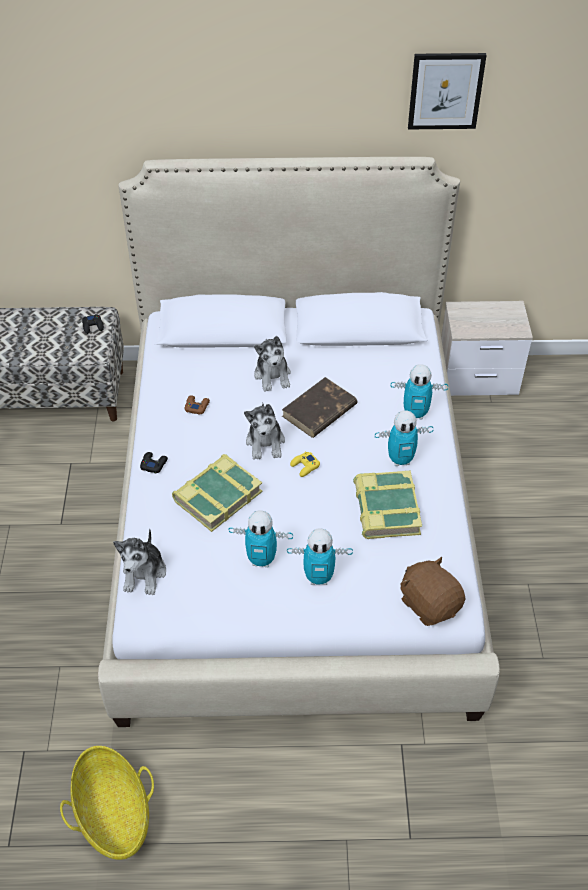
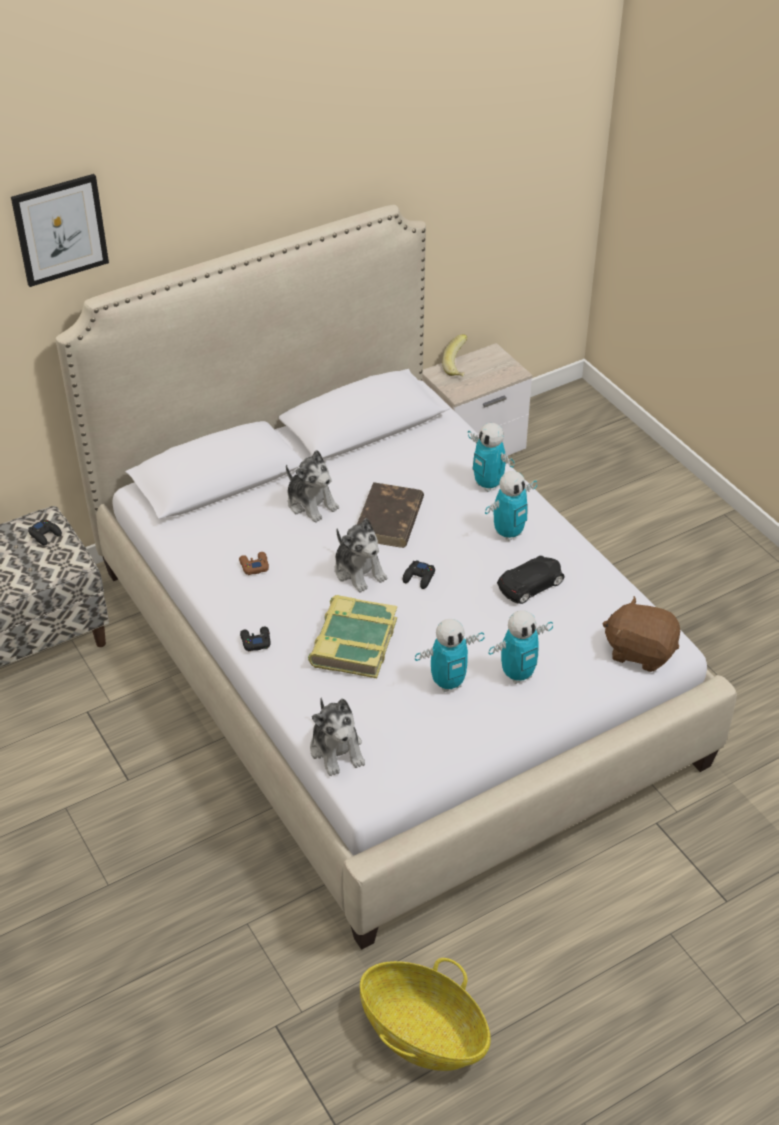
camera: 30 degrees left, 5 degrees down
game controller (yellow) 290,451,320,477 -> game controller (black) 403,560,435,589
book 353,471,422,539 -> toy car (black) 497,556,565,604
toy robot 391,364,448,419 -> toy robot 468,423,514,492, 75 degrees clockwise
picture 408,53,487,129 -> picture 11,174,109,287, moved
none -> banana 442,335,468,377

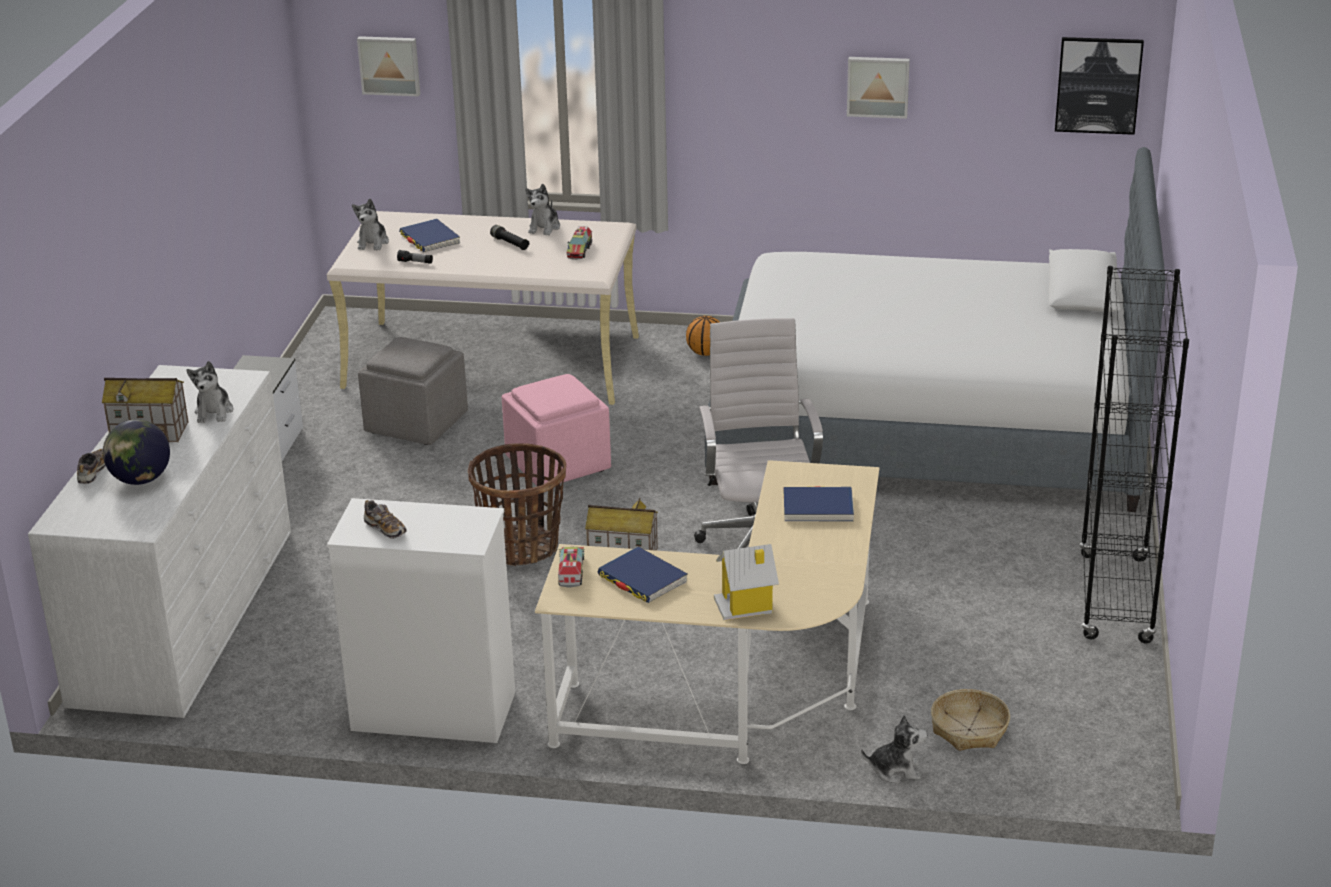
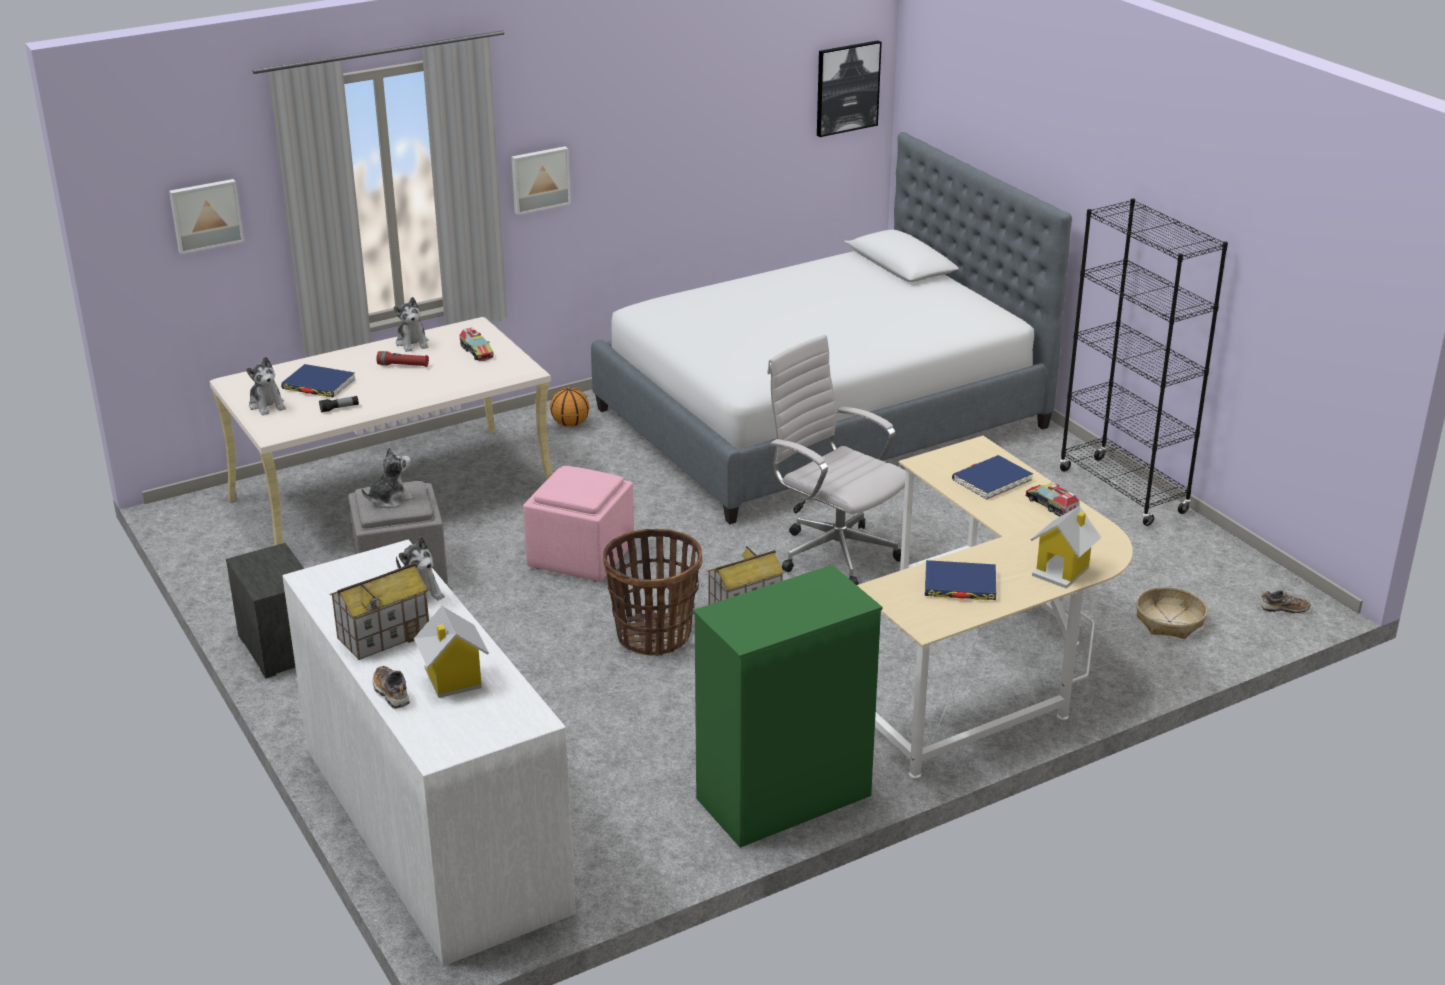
camera: 40 degrees left, 0 degrees up
globe 103,419,170,485 -> toy house 414,606,489,698
dresser (white) 327,498,515,743 -> dresser (green) 693,565,882,848
shoe 364,500,407,539 -> shoe 1260,590,1310,614, moved
flashlight (black) 490,225,529,250 -> flashlight (red) 376,351,429,367
toy truck 558,547,585,588 -> toy truck 1025,483,1080,517, moved
picture 847,57,910,119 -> picture 511,146,571,215, moved
plush toy 861,714,928,783 -> plush toy 362,447,414,508, moved

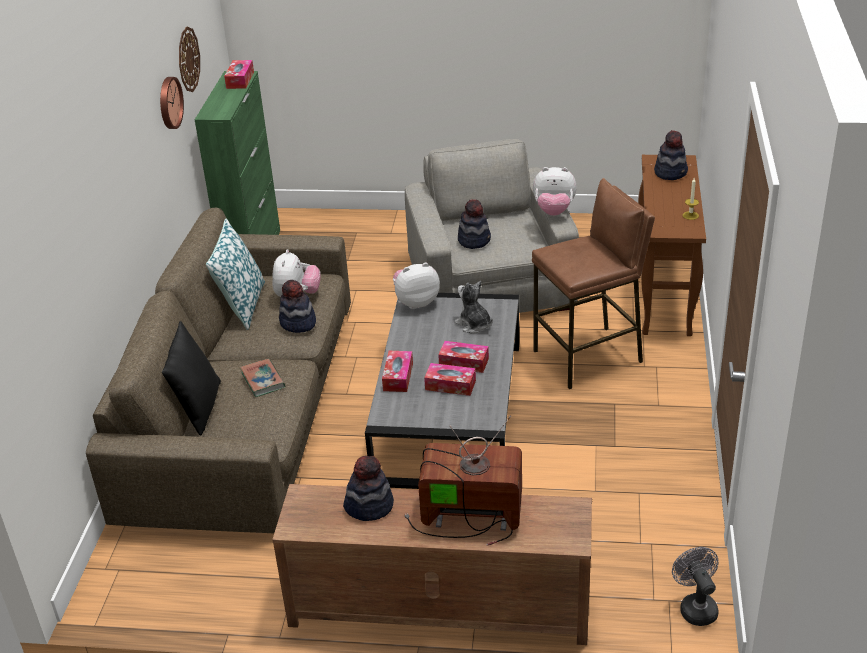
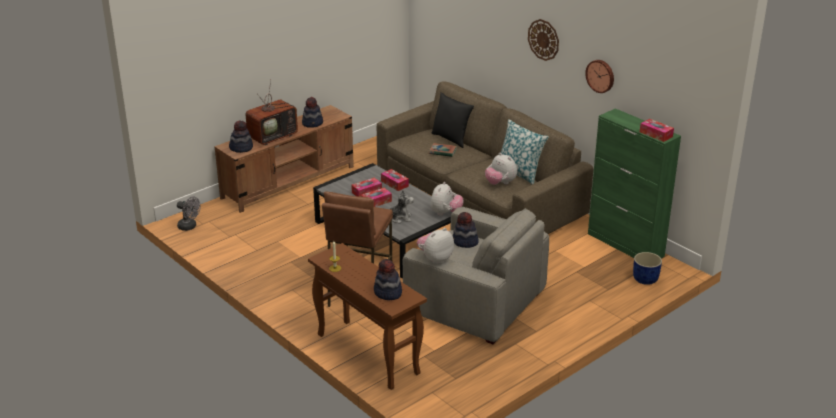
camera: 130 degrees right, 5 degrees down
wall clock 179,26,200,92 -> wall clock 528,19,559,61, moved
hat 279,280,316,333 -> hat 229,120,253,153, moved
none -> planter (blue) 633,252,662,285

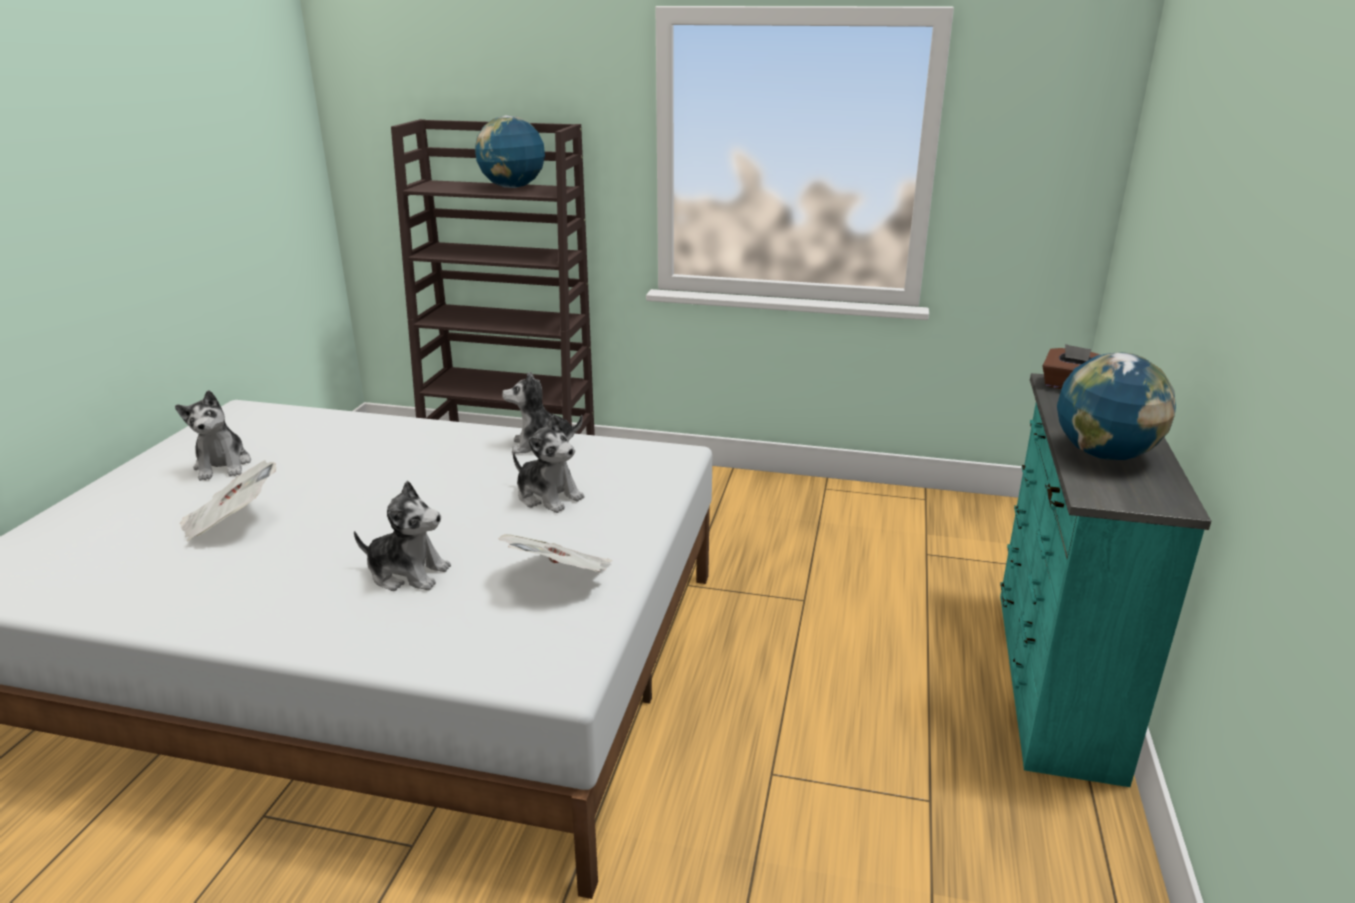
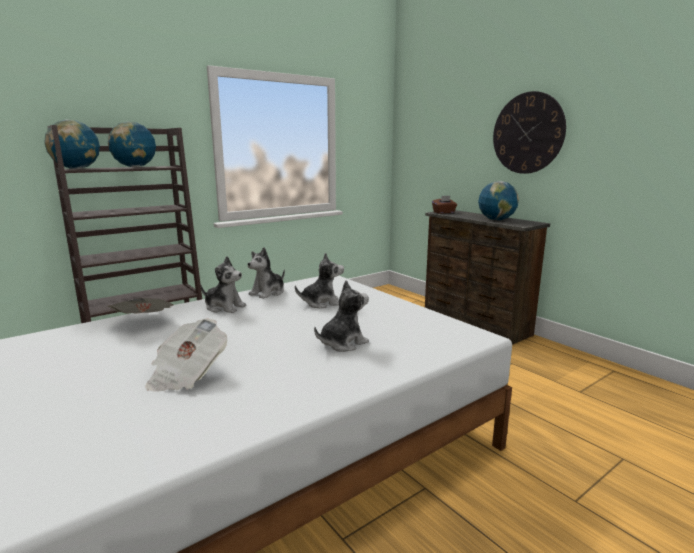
camera: 50 degrees left, 10 degrees down
plush toy 175,390,251,481 -> plush toy 200,257,246,313, moved
newspaper 498,534,612,572 -> newspaper 107,298,174,314, moved
dresser (turquoise) 1000,373,1211,787 -> dresser (brown) 425,210,550,345
none -> globe 44,120,100,169
none -> wall clock 493,91,566,174

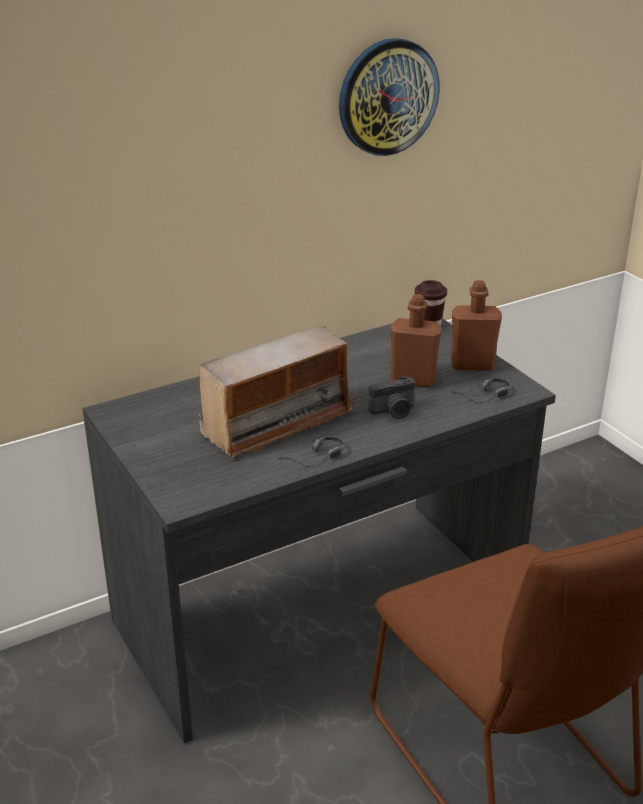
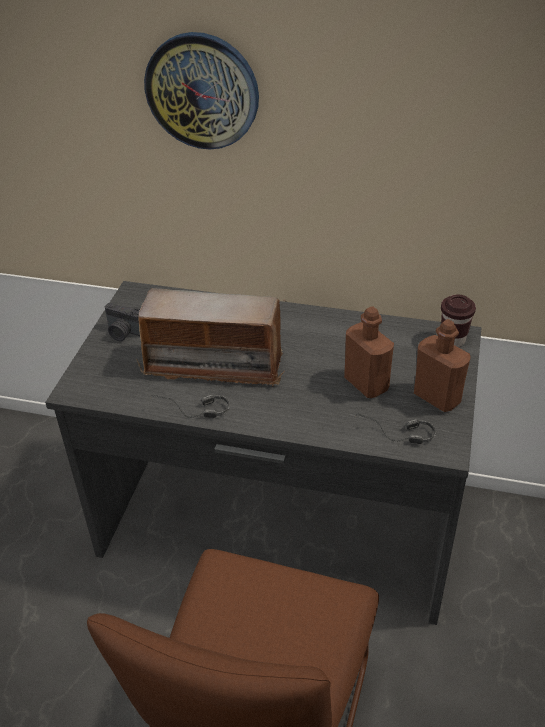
camera: 45 degrees right, 10 degrees up
wall clock 339,38,440,156 -> wall clock 144,32,259,149, moved
photo camera 369,376,415,419 -> photo camera 105,303,140,341, moved

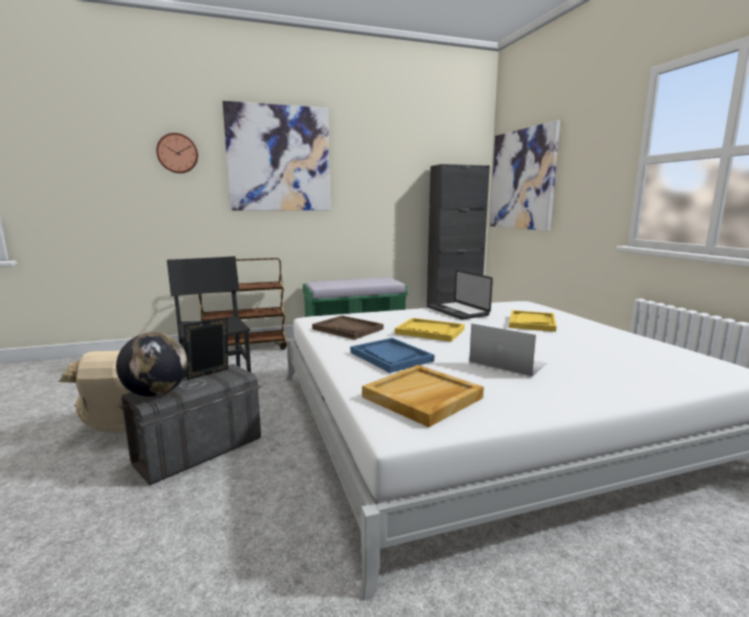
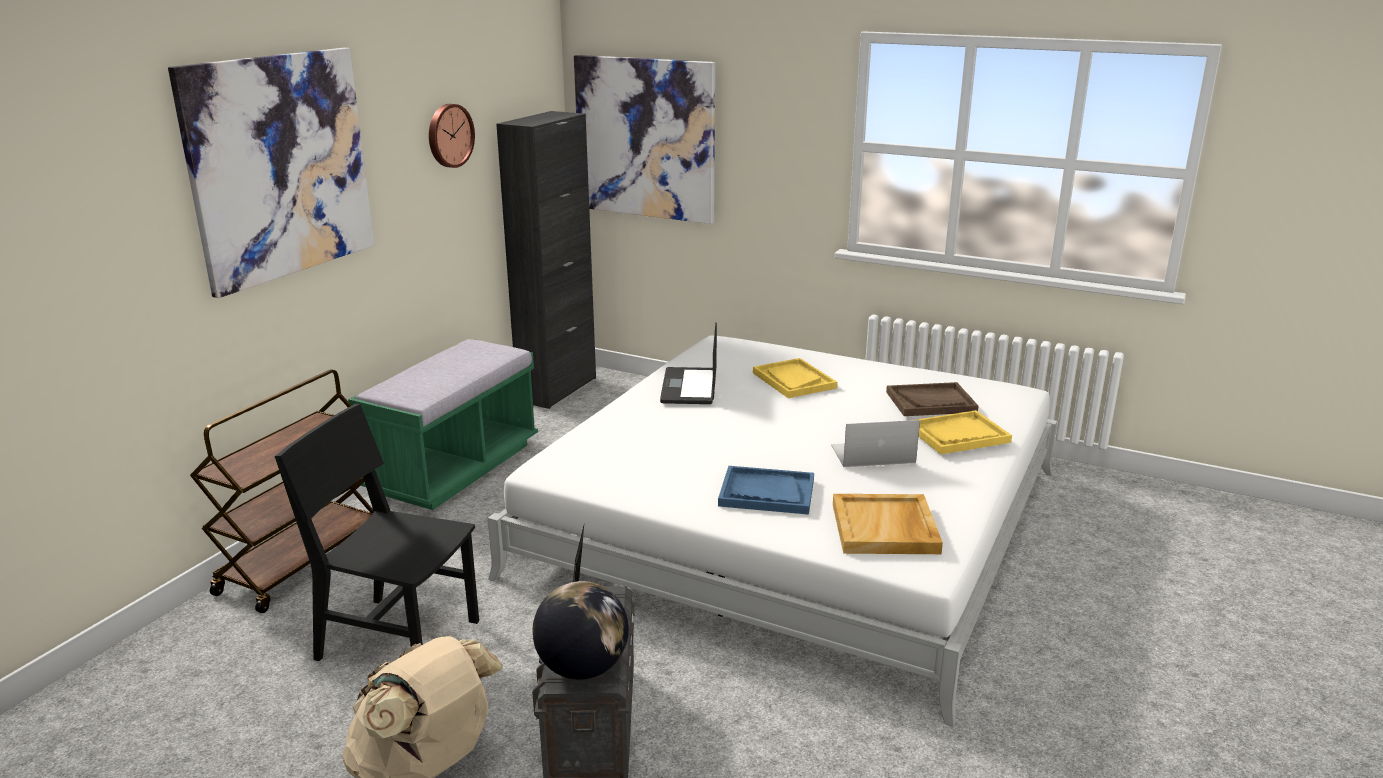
camera: 45 degrees left, 10 degrees up
wall clock 156,133,198,173 -> wall clock 429,104,475,168, moved
tray (brown) 312,316,383,340 -> tray (brown) 886,382,978,416, moved
tray (yellow) 395,318,465,342 -> tray (yellow) 916,410,1012,454, moved
laptop 428,270,493,320 -> laptop 660,323,717,404, 75 degrees clockwise

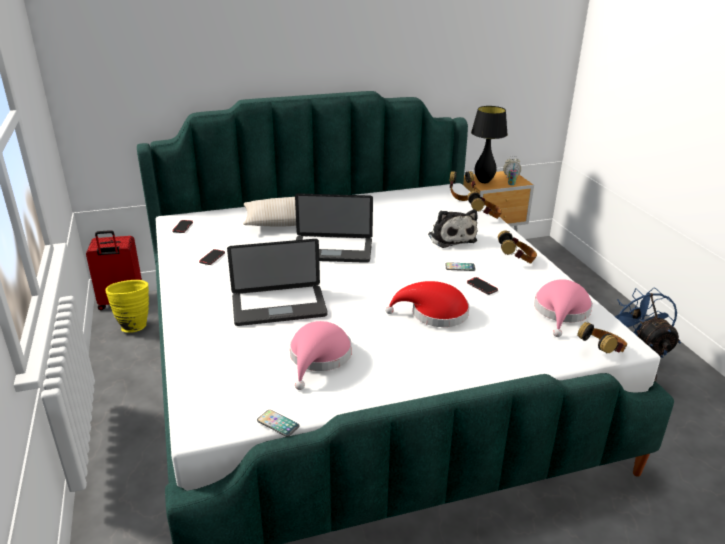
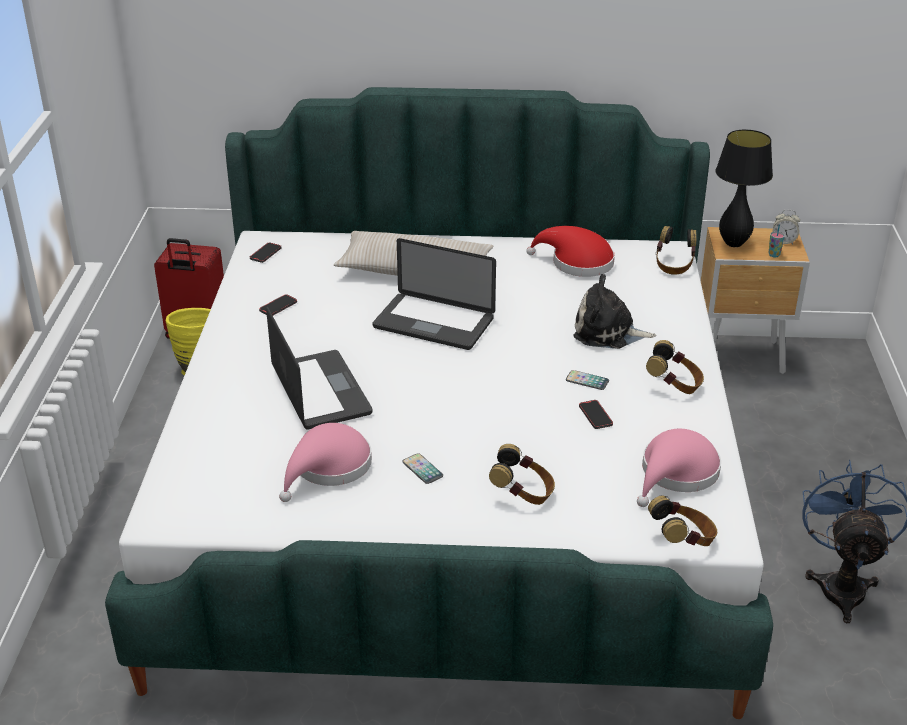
camera: 20 degrees right, 5 degrees up
laptop 227,239,328,326 -> laptop 266,307,373,430, 120 degrees counterclockwise
phone 257,410,300,437 -> phone 402,453,443,484, moved
hat (red) 385,281,469,327 -> hat (red) 526,226,615,277, moved
plush toy 428,209,478,248 -> plush toy 573,274,656,349, 105 degrees clockwise
headphones 467,191,502,219 -> headphones 489,444,555,505, moved

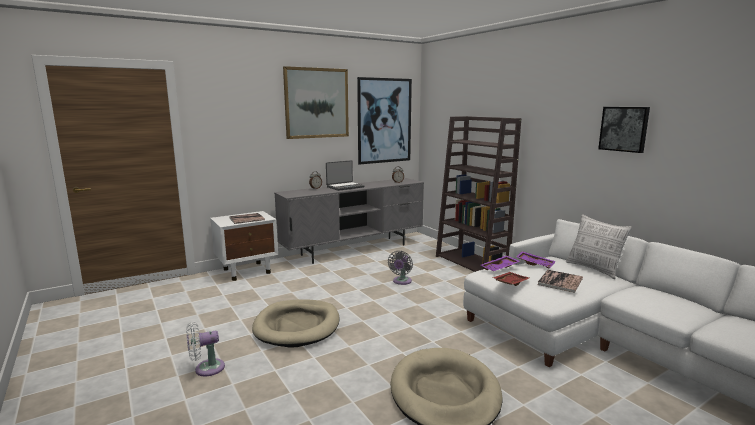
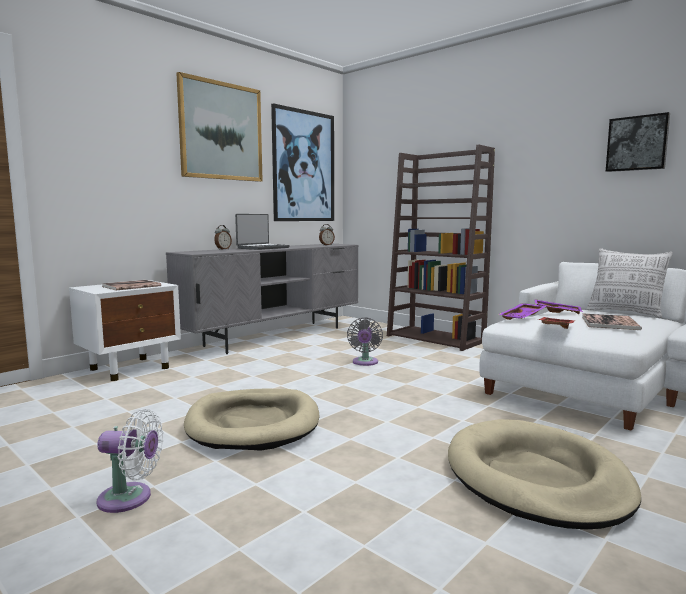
camera: 15 degrees left, 5 degrees down
fan (white) 186,322,225,376 -> fan (white) 96,409,163,513, 135 degrees counterclockwise

